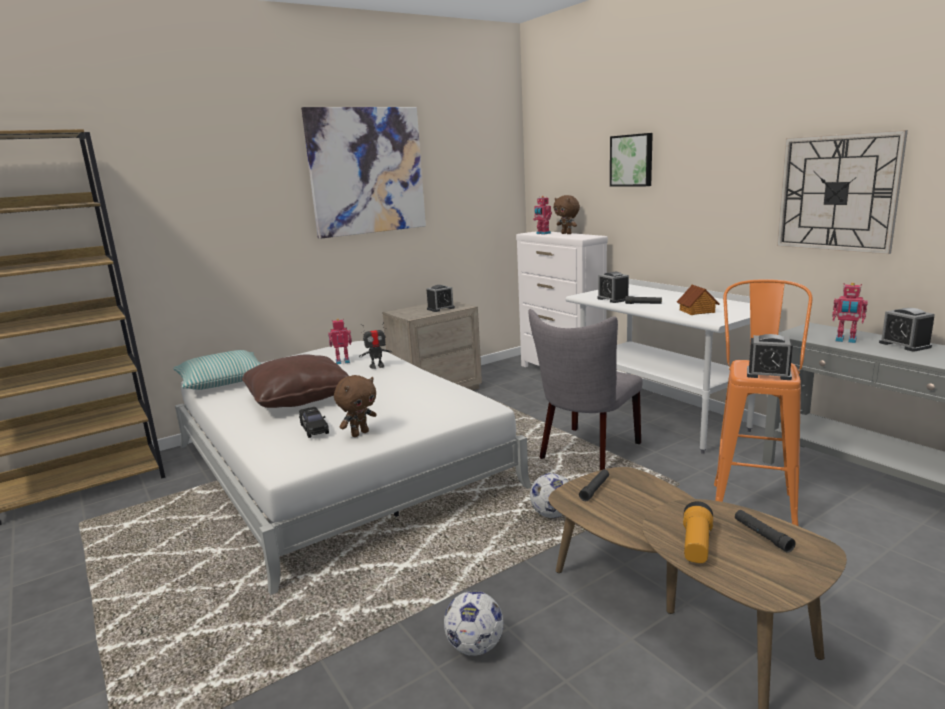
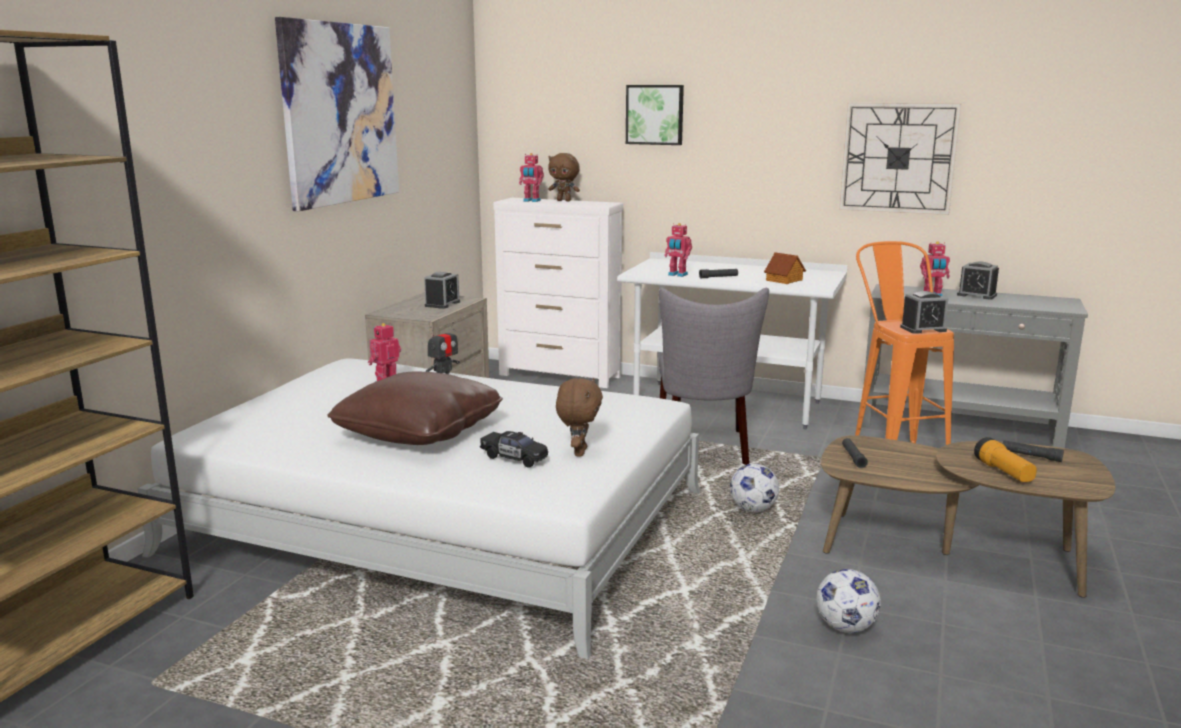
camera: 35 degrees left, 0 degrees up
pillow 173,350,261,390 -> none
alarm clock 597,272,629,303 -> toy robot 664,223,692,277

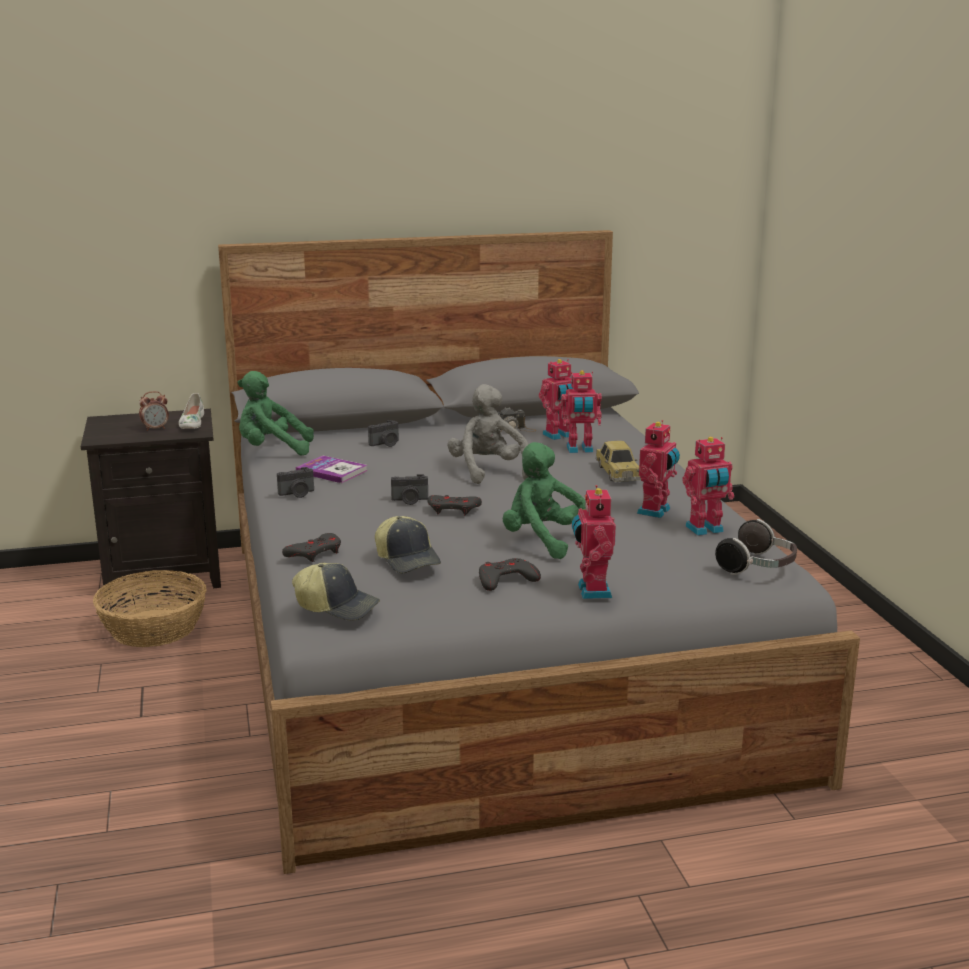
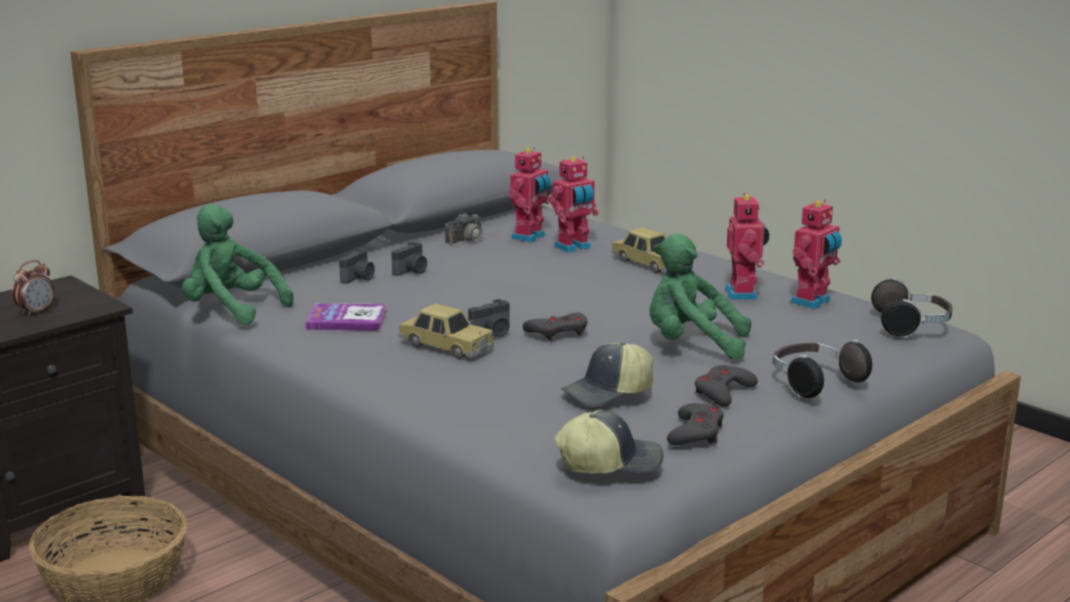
camera: 30 degrees left, 0 degrees up
shoe (white) 179,393,204,429 -> none
plush toy (green) 237,371,314,456 -> plush toy (green) 182,204,293,325, 60 degrees clockwise
photo camera 277,467,314,498 -> photo camera 391,241,427,276, moved
game controller (grey) 282,533,341,562 -> game controller (grey) 667,403,724,445, moved
cap 375,516,441,573 -> cap 561,342,653,407, 120 degrees clockwise
plush toy (grey) 447,384,529,484 -> none
toy robot 572,485,616,599 -> headphones 773,340,872,399
none -> toy car 399,303,494,359

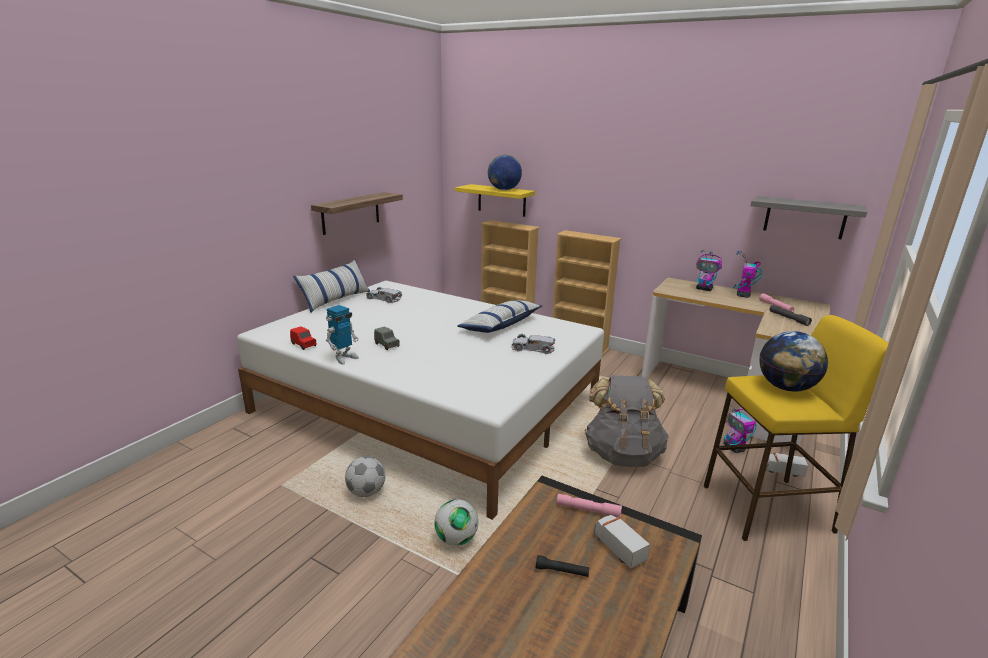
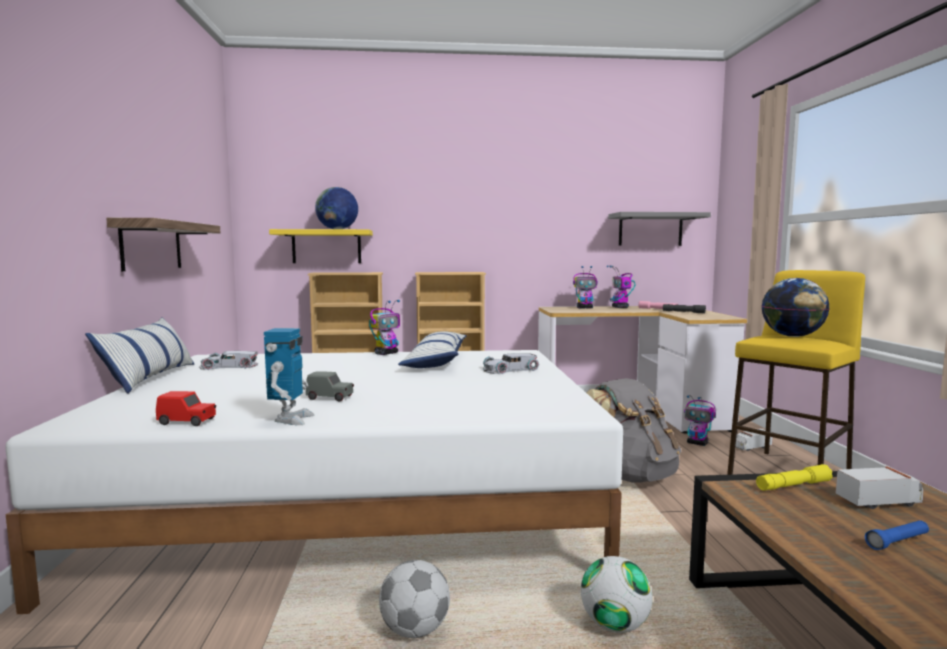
camera: 35 degrees left, 15 degrees down
flashlight (black) 536,555,589,577 -> flashlight (blue) 865,520,929,550
flashlight (pink) 556,494,622,518 -> flashlight (yellow) 756,464,833,491
toy truck 593,515,650,569 -> toy truck 836,466,923,509, 150 degrees clockwise
none -> toy robot 369,300,400,355

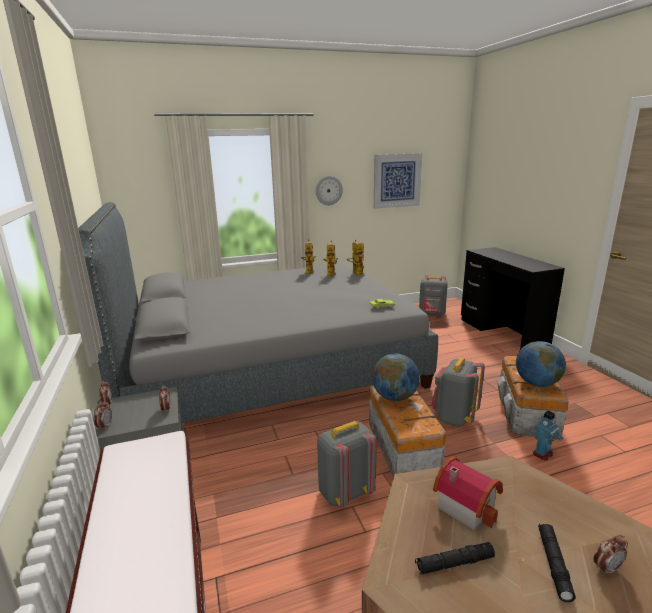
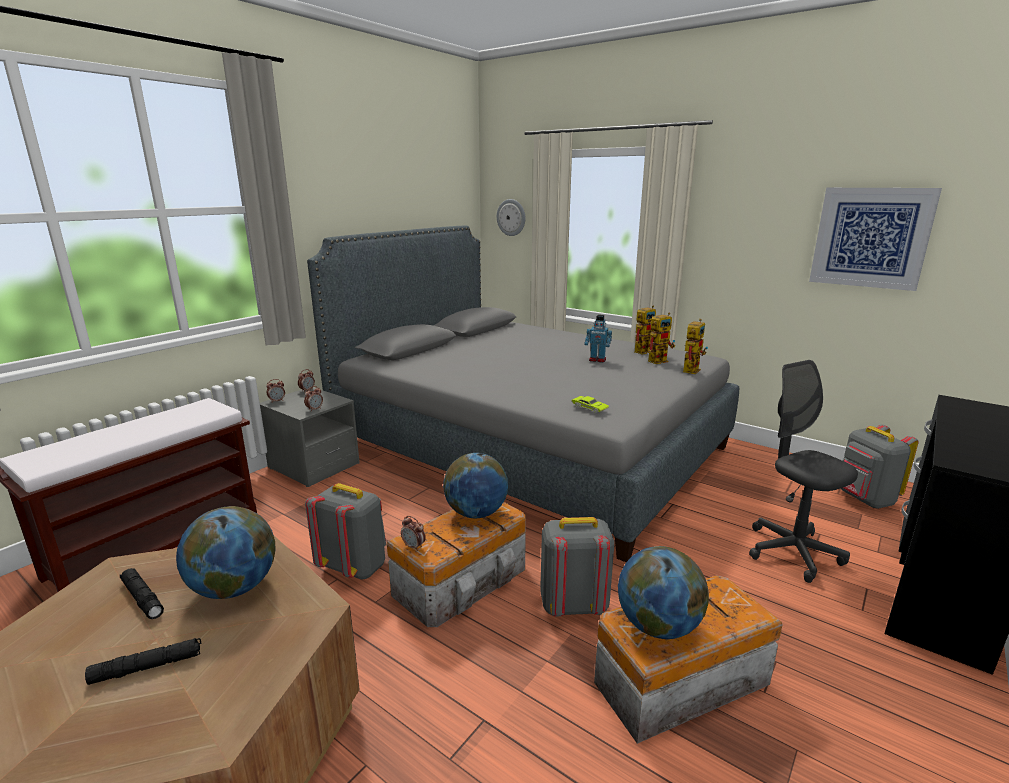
camera: 55 degrees right, 0 degrees up
wall clock 316,176,343,205 -> wall clock 497,199,525,236, moved
toy house 433,456,503,531 -> globe 176,506,276,599
toy robot 533,411,563,460 -> toy robot 585,315,612,362, moved
alarm clock 593,535,628,576 -> alarm clock 401,516,426,551, moved
none -> office chair (grey) 749,360,858,583

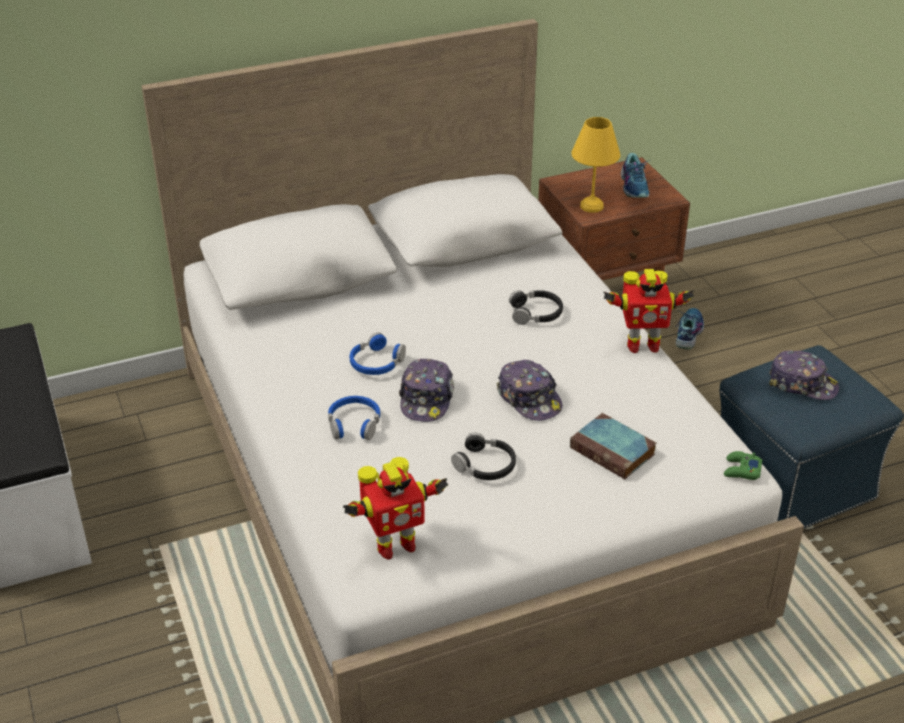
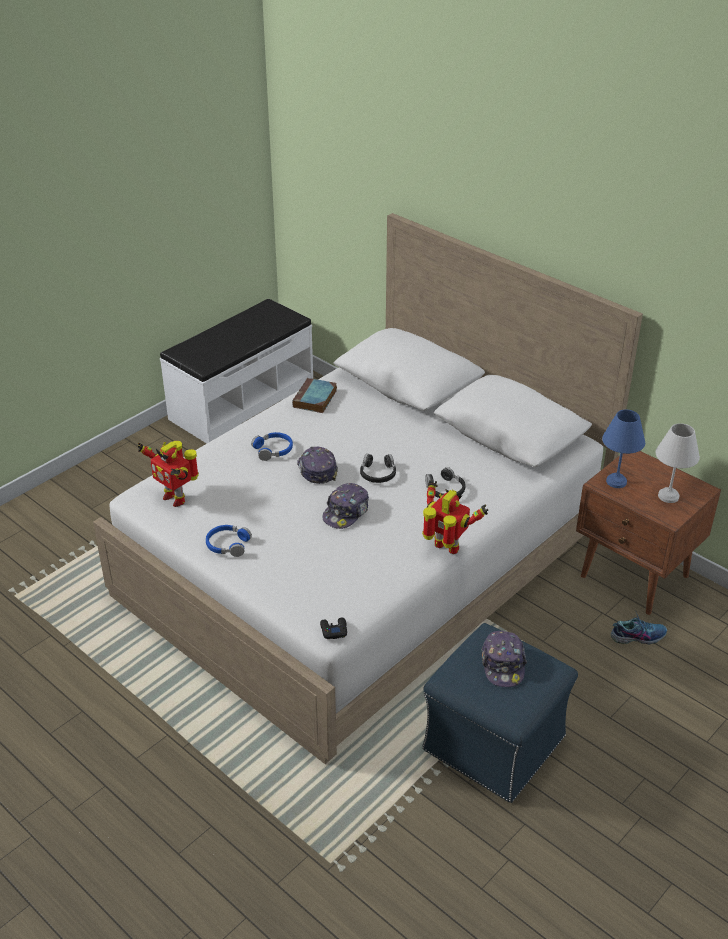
camera: 65 degrees right, 0 degrees up
headphones (blue) 350,333,406,375 -> headphones (blue) 206,525,252,557, moved
cap 399,359,454,422 -> cap 297,447,338,484, 90 degrees clockwise
headphones (black) 451,433,516,480 -> headphones (black) 360,454,396,483, moved
book 570,413,657,479 -> book 292,378,337,413, moved
table lamp (yellow) 571,117,620,213 -> table lamp (blue) 602,409,645,488
toy robot 603,269,694,353 -> toy robot 422,480,488,554, 150 degrees clockwise
shoe 621,153,651,198 -> table lamp (white) 656,423,700,503
game controller (green) 724,451,762,480 -> game controller (black) 320,618,347,639

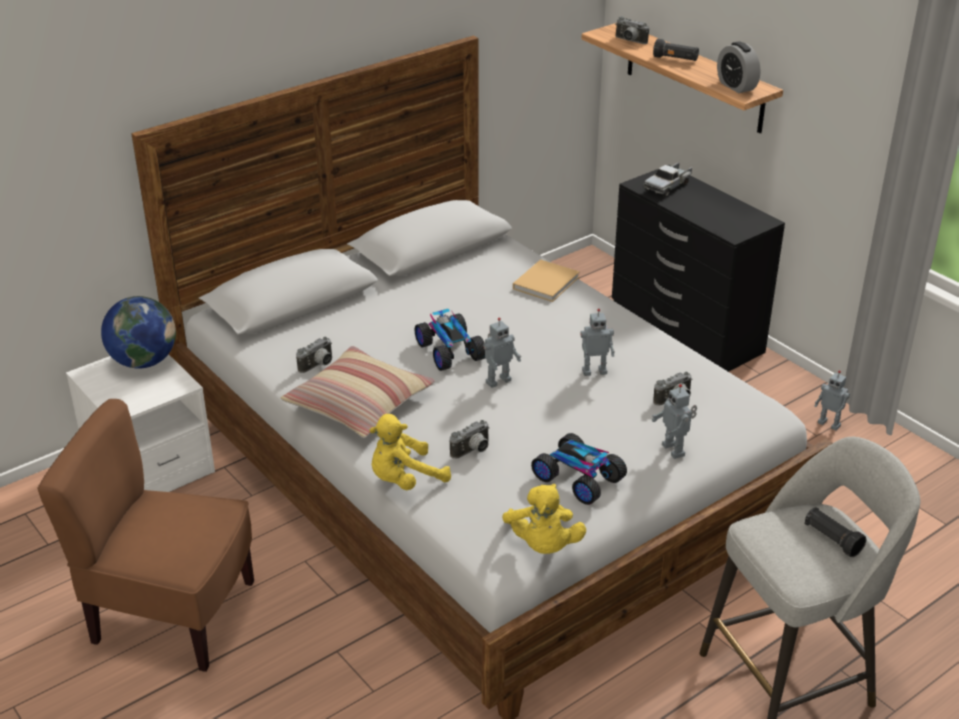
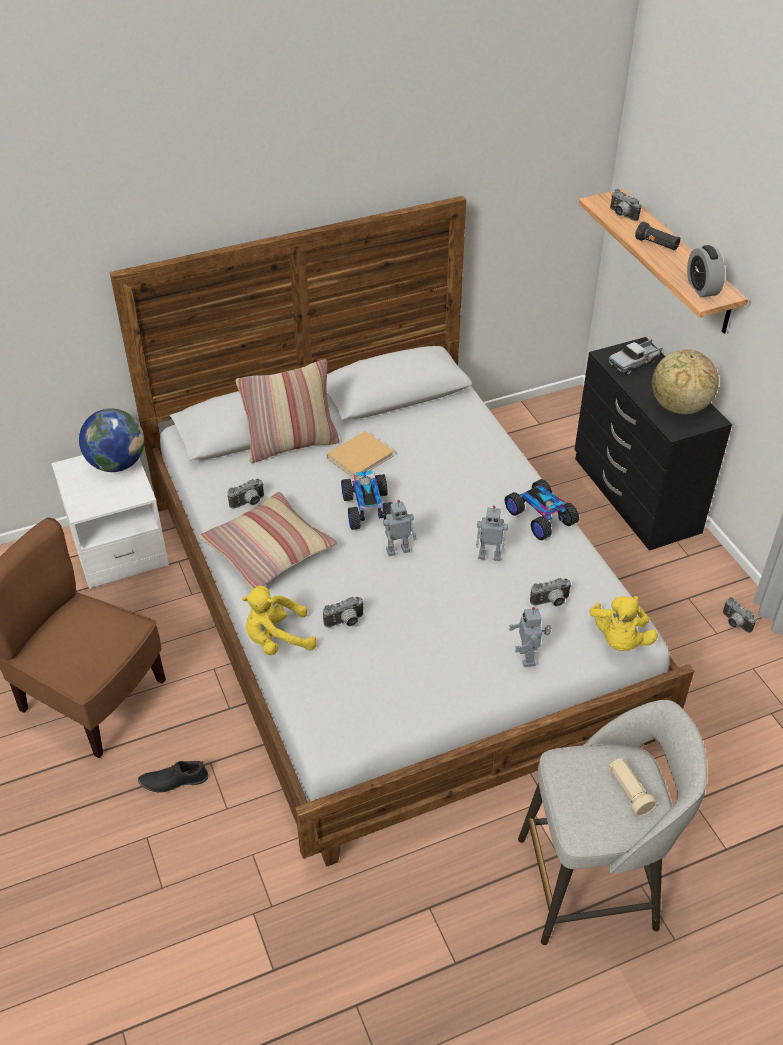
camera: 15 degrees right, 10 degrees up
plush toy (yellow) 502,484,586,554 -> plush toy (yellow) 590,596,658,651, moved
book (beige) 513,259,580,302 -> book (beige) 327,431,394,480, moved
toy car 531,433,627,505 -> toy car 505,479,579,540, moved
flashlight (black) 805,507,866,557 -> flashlight (beige) 608,758,657,816
toy robot 814,370,850,431 -> photo camera 723,597,757,633
none -> shoe (black) 138,761,208,792
none -> pillow 236,359,339,463
none -> globe 652,349,719,415

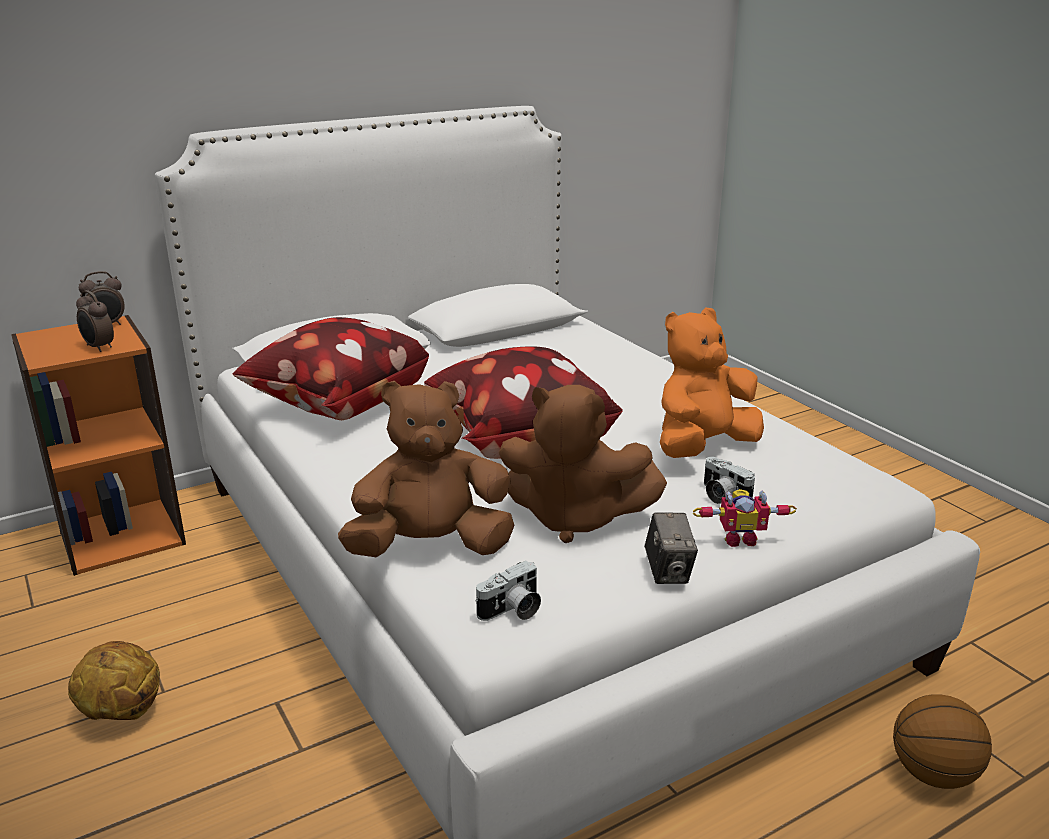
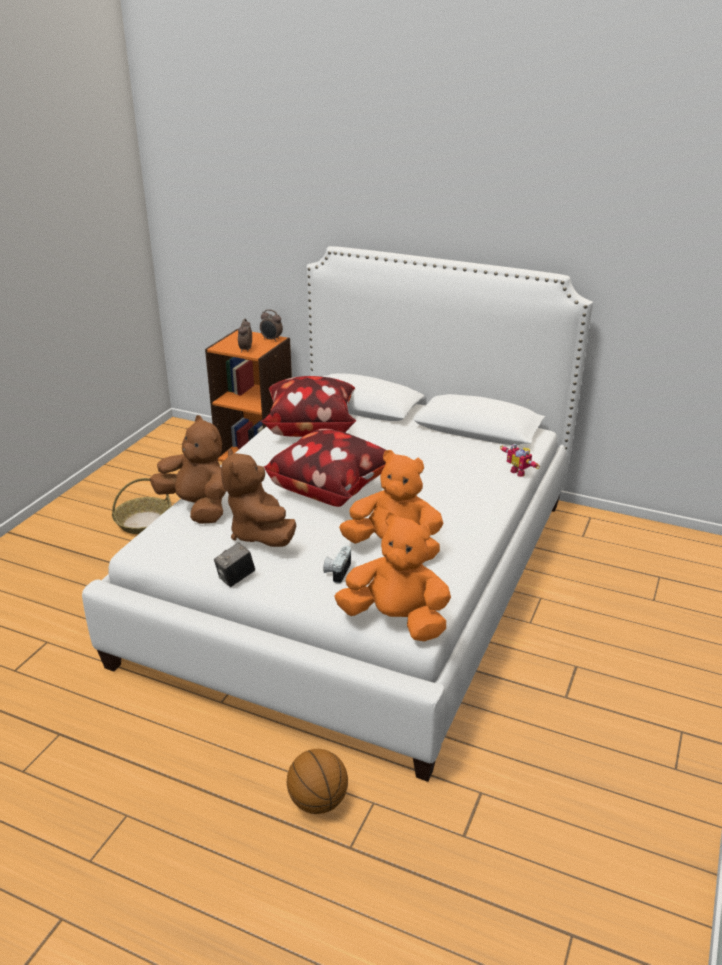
camera: 55 degrees right, 5 degrees up
basketball 68,641,160,720 -> basket 112,478,172,534
photo camera 475,561,541,621 -> none
toy robot 693,489,797,547 -> toy robot 500,444,540,477, moved
none -> plush toy (orange) 334,512,451,641

